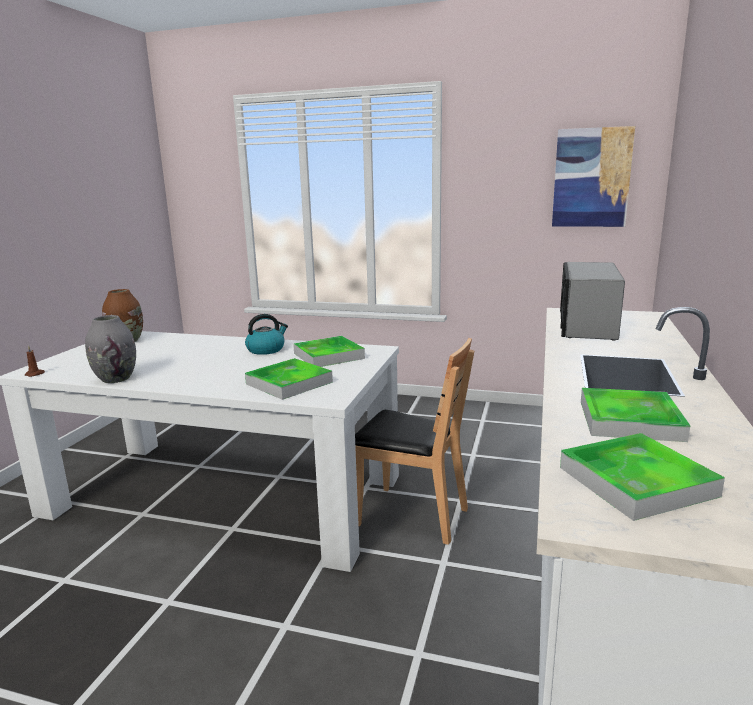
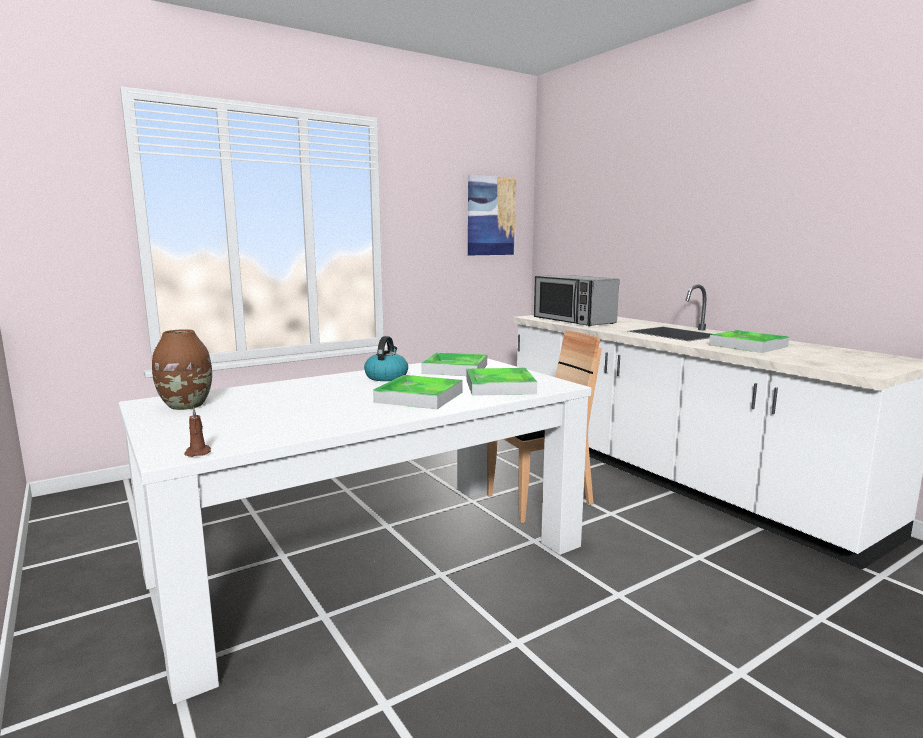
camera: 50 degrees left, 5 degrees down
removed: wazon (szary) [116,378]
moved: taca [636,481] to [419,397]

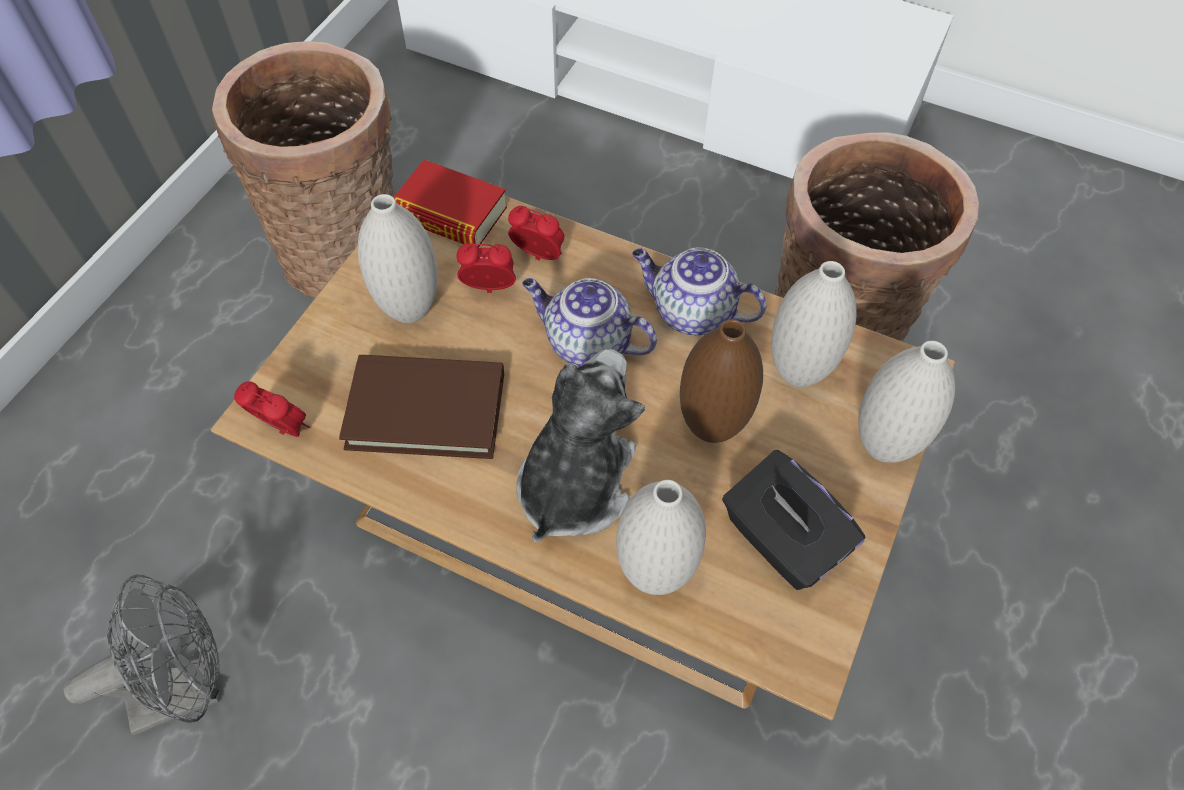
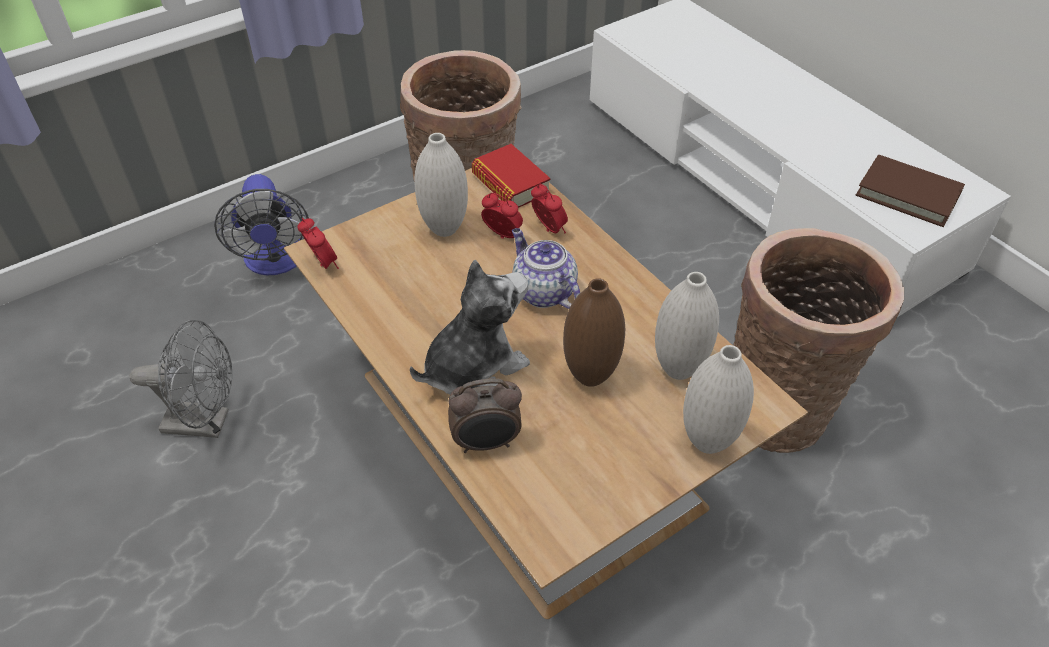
camera: 30 degrees right, 10 degrees down
removed: imbryk [691,312]; pudełko chusteczek (czarny) [782,540]
added: wentylator [276,262]
moved: książka (brązowy) [426,410] to [908,194]
replaced: wazon (biały) [655,573] to budzik [486,443]

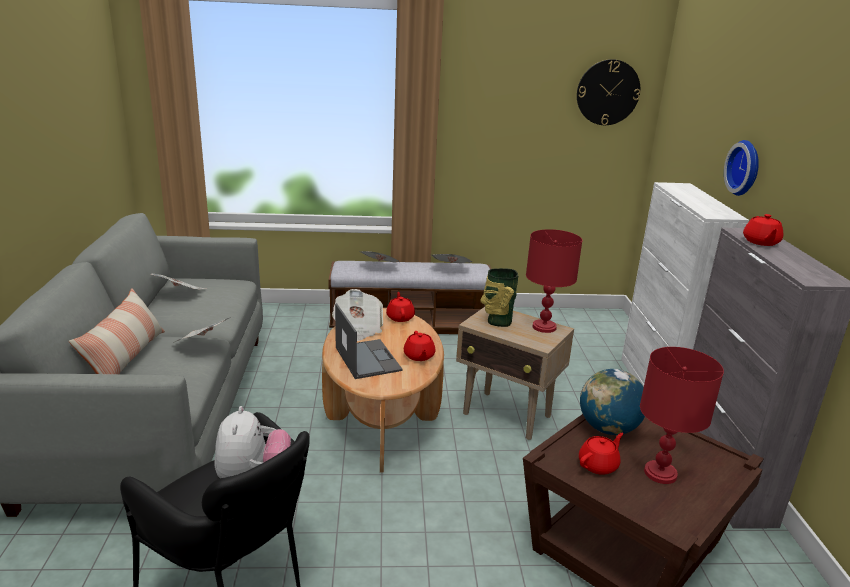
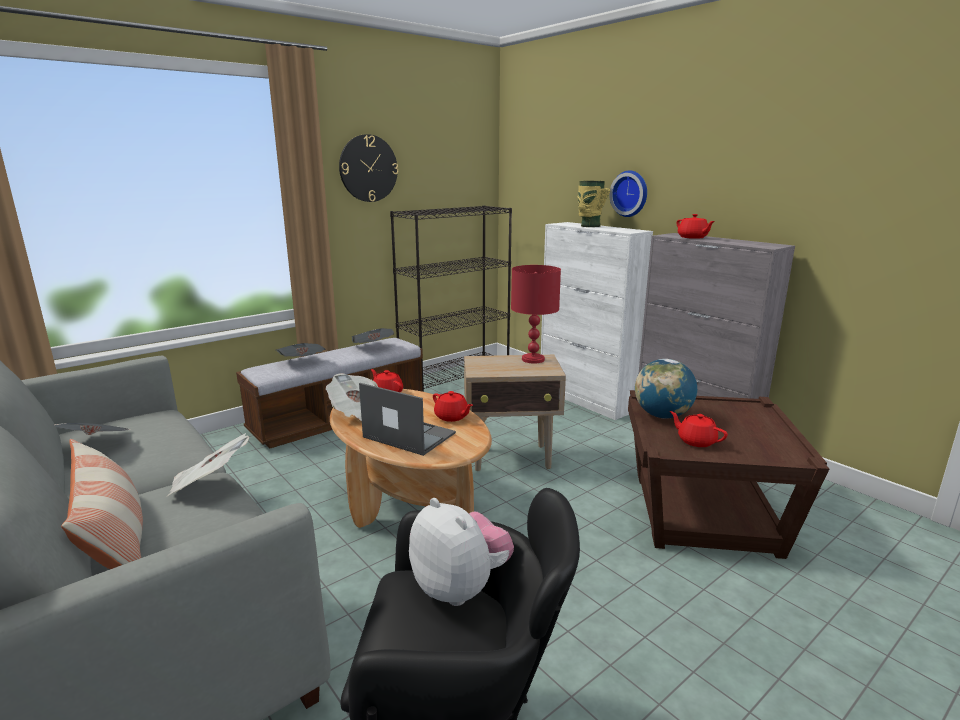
camera: 35 degrees left, 5 degrees down
removed: lampa stołowa (czerwony) [661,473]
added: regał (czarny) [455,376]
moved: wazon [498,321] to [589,226]; zegar ścienny [608,92] to [368,168]
turned: imbryk (czerwony) [598,465] = [696,441] 60 degrees counterclockwise

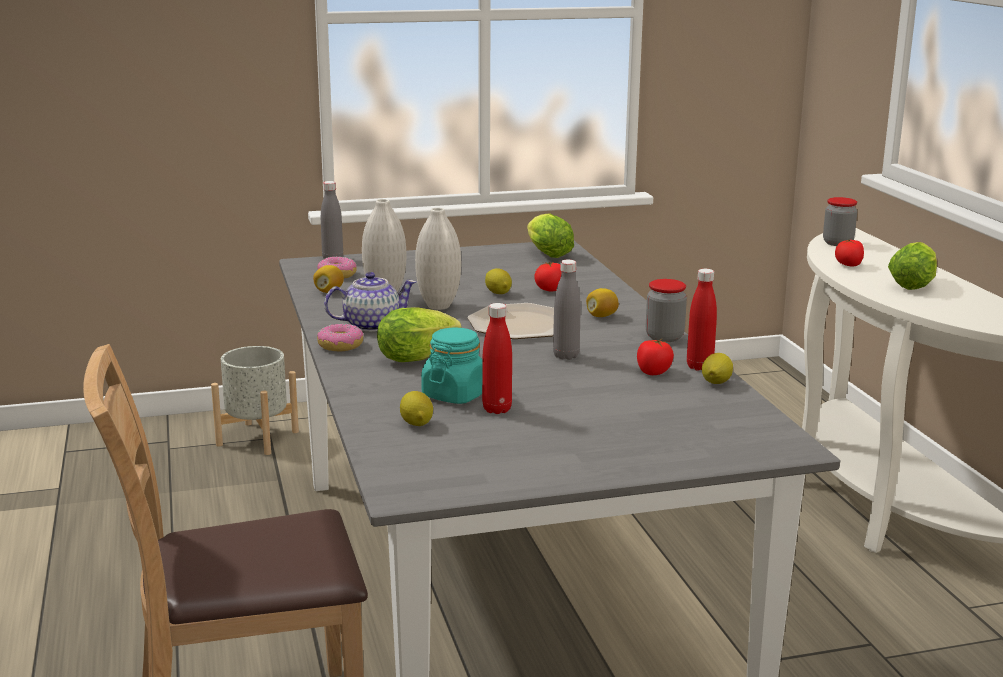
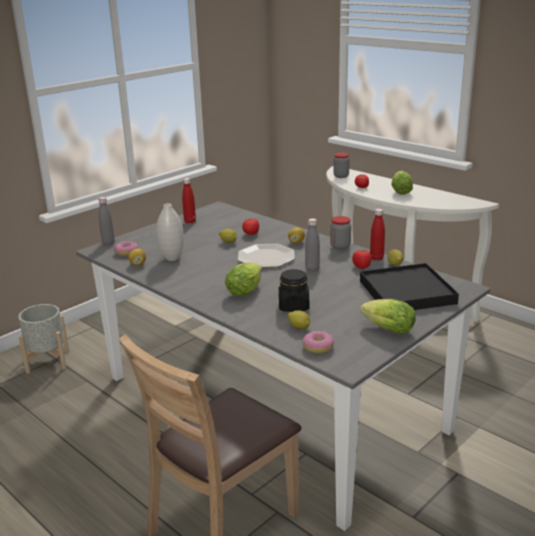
camera: 30 degrees left, 5 degrees up
removed: imbryk [371,325]; wazon (biały) [438,306]
added: taca (czarny) [407,292]
moved: donut [340,346] to [318,347]; butelka (czerwony) [497,409] to [190,221]; sałata [546,253] to [385,329]
recoloured: słoik (turkusowy) [455,394] to słoik (czarny) [293,306]

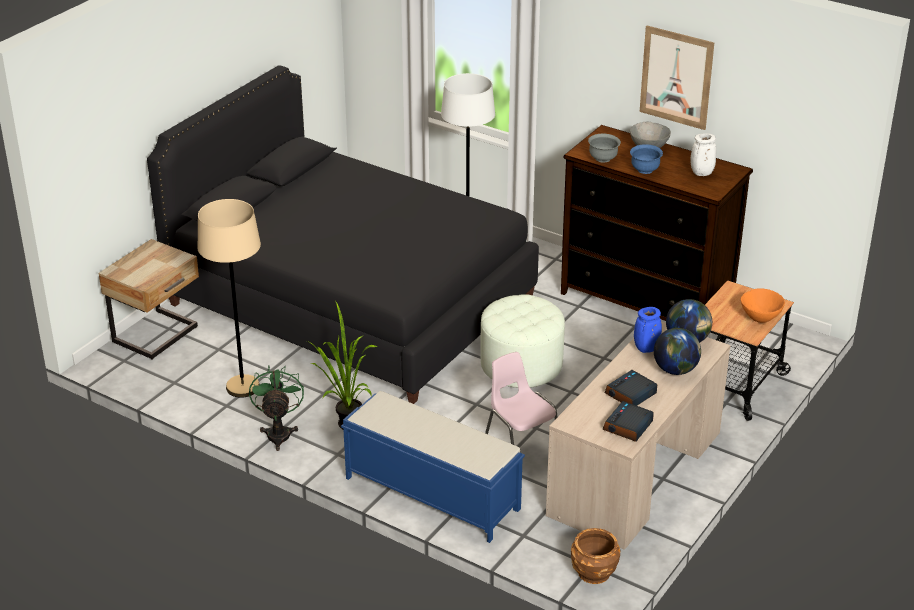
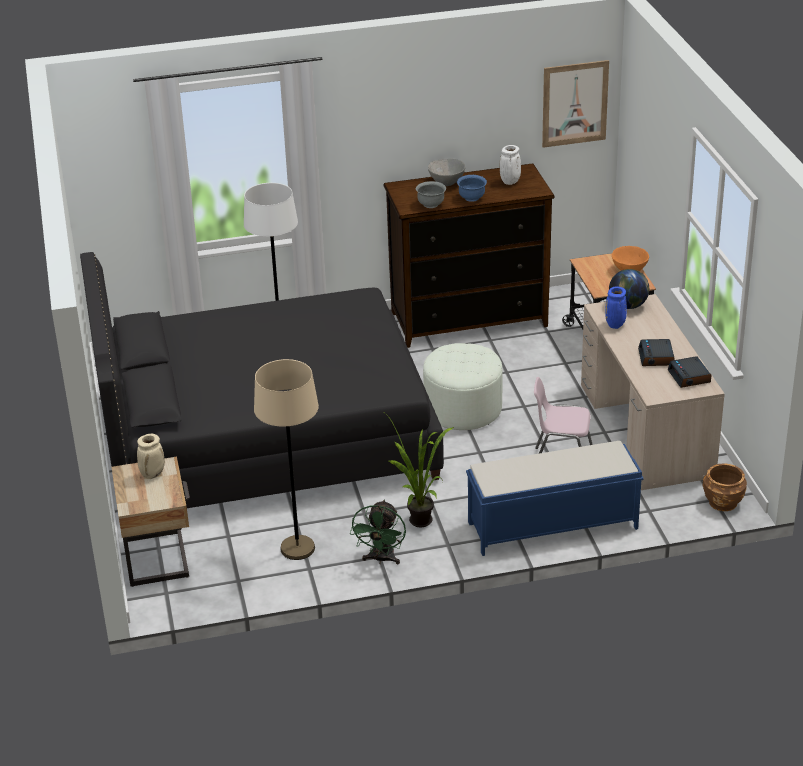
camera: 45 degrees left, 0 degrees up
removed: globus [675,370]
added: wazon (beżowy) [153,474]
moved: obraz [676,77] to [575,103]
turned: wentylator (zielony) [279,432] = [381,559] 120 degrees counterclockwise

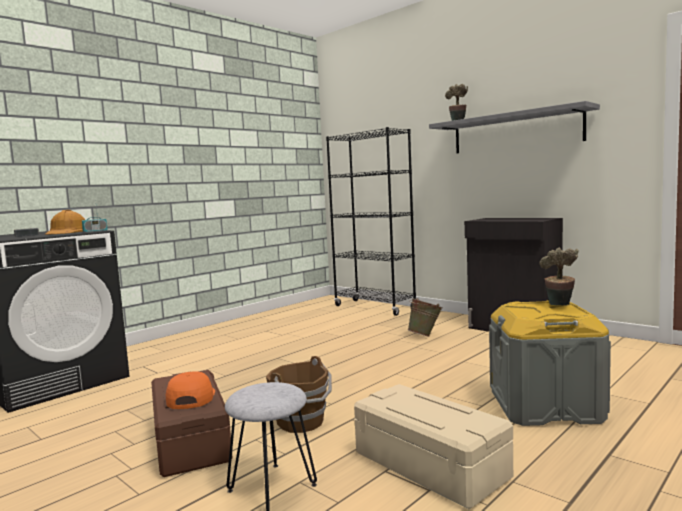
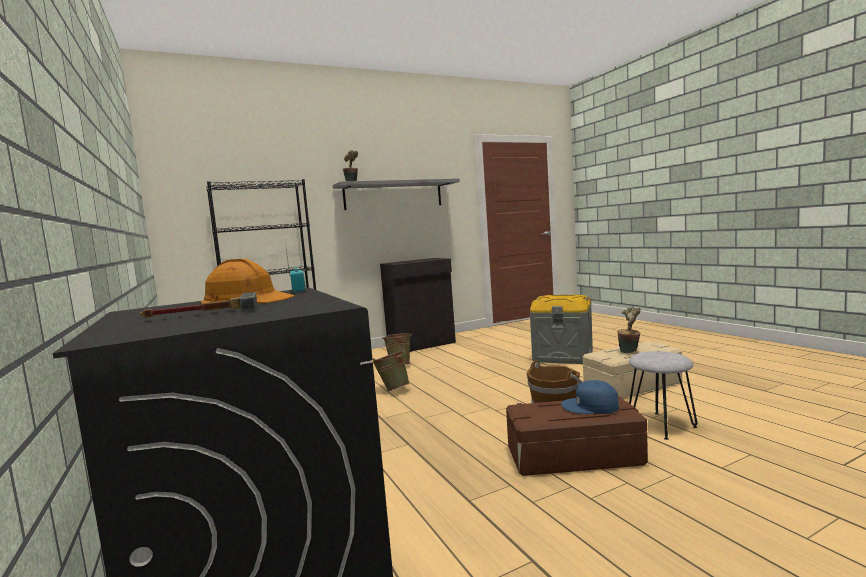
camera: 70 degrees left, 0 degrees up
added: wiadro (zielony) [393,390]
moved: roślina doniczkowa [559,305] to [630,351]
recoloured: czapka z daszkiem (pomarańczowy) [190,397] to czapka z daszkiem (niebieski) [590,406]

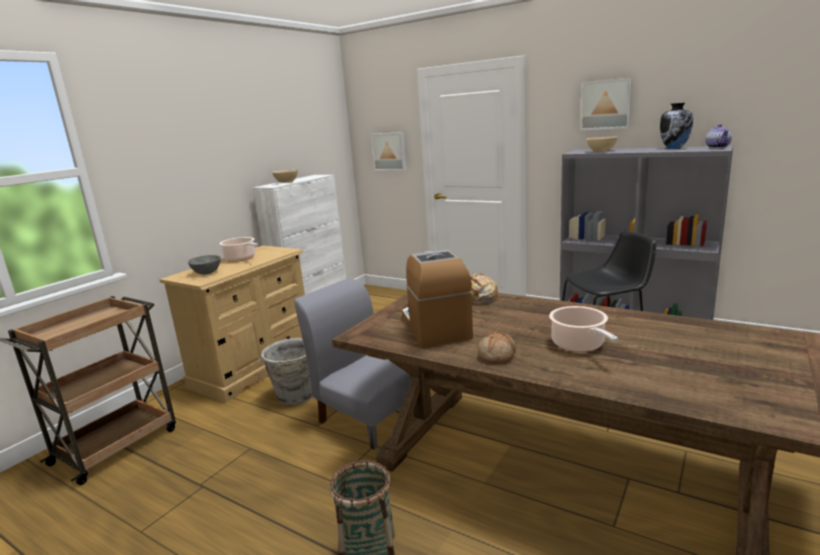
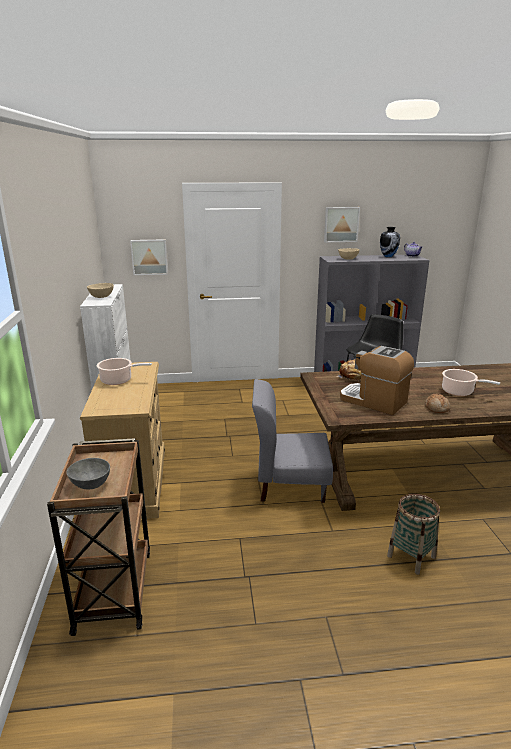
camera: 40 degrees left, 5 degrees up
removed: wiadro (szary) [296,396]
moved: miska (szary) [207,272] to [90,484]

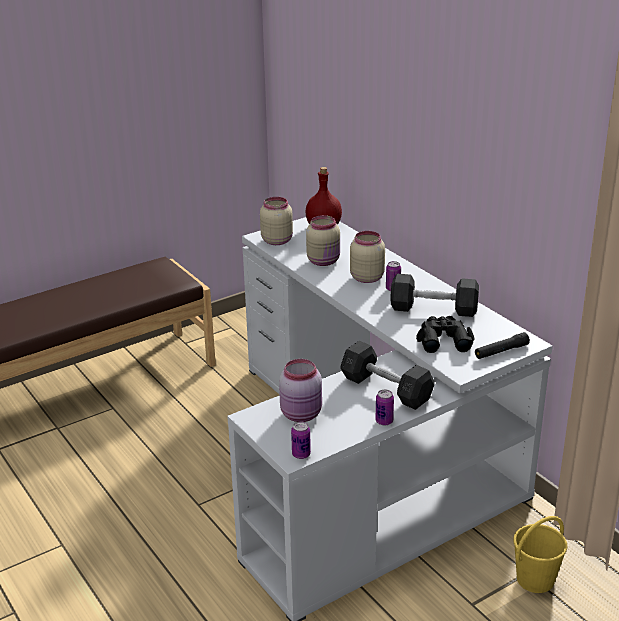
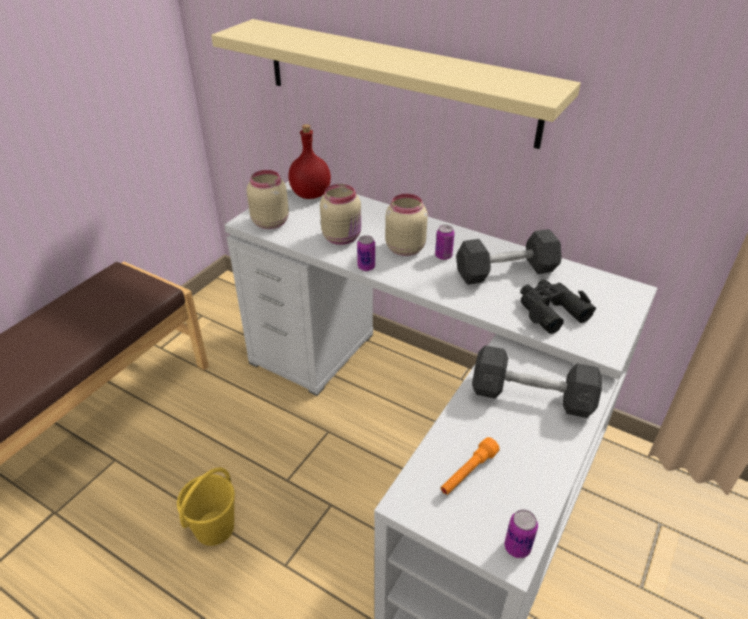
camera: 25 degrees left, 10 degrees up
removed: latarka (czarny) [501,351]
added: półka (beżowy) [396,81]
moved: puszka [384,421] to [366,267]; wiadro (żółty) [535,579] to [215,527]
replaced: słoik (różowy) [302,414] to latarka (pomarańczowy) [468,472]

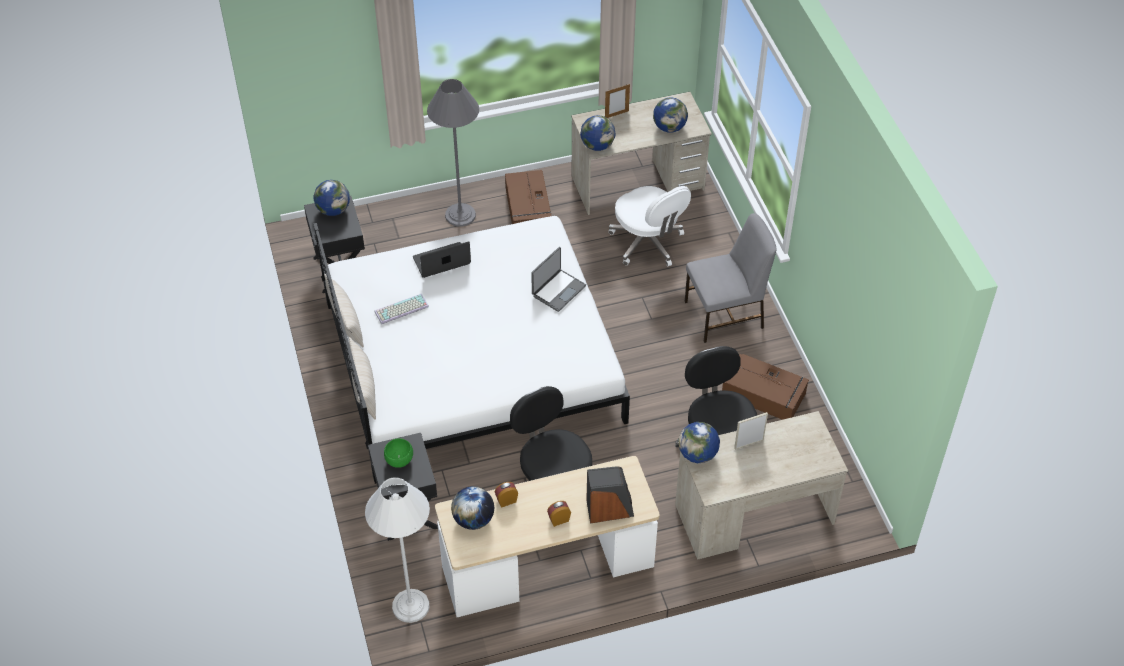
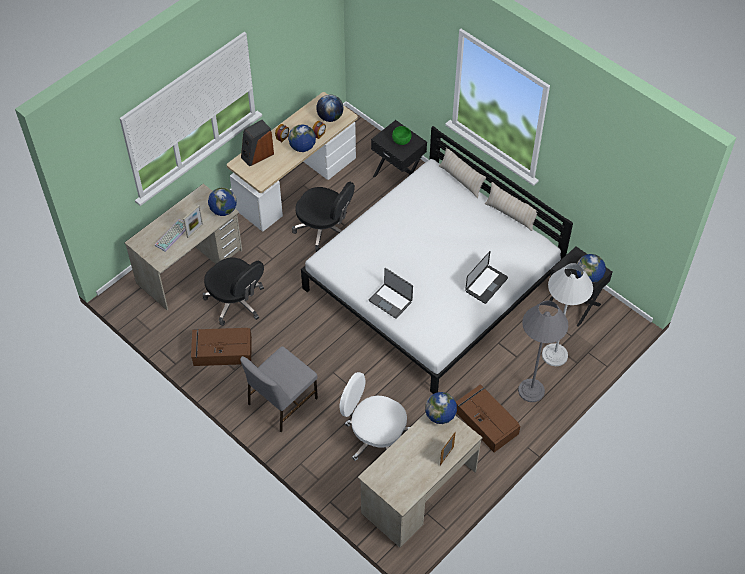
camera: 150 degrees right, 5 degrees up
moved: lampa stojąca (biały) [411,606] to [554,355]; klawiatura [401,310] to [172,235]; globus [669,128] to [302,147]
turned: laptop [558,290] = [391,300] 60 degrees counterclockwise

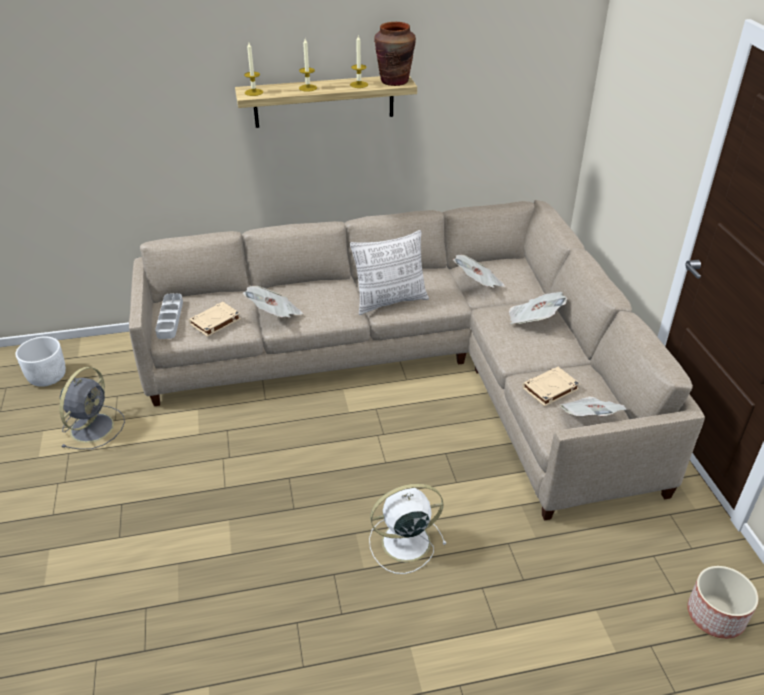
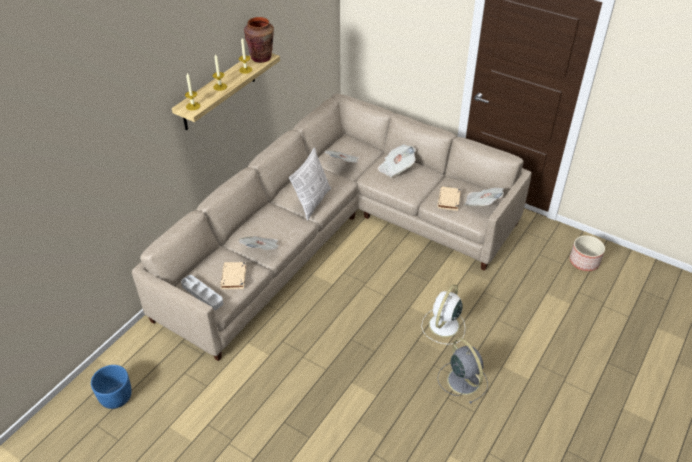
camera: 45 degrees left, 5 degrees up
moved: wentylator (szary) [93,426] to [462,379]
recoloured: donica (biały) [47,377] to donica (niebieski) [116,397]

